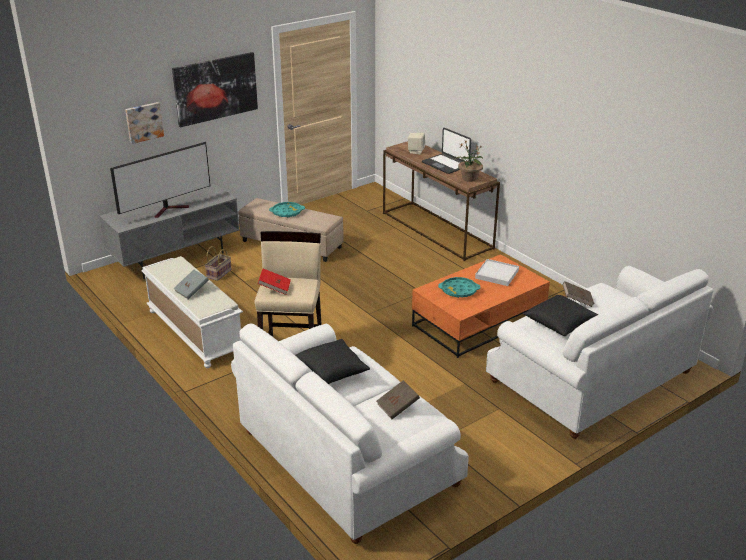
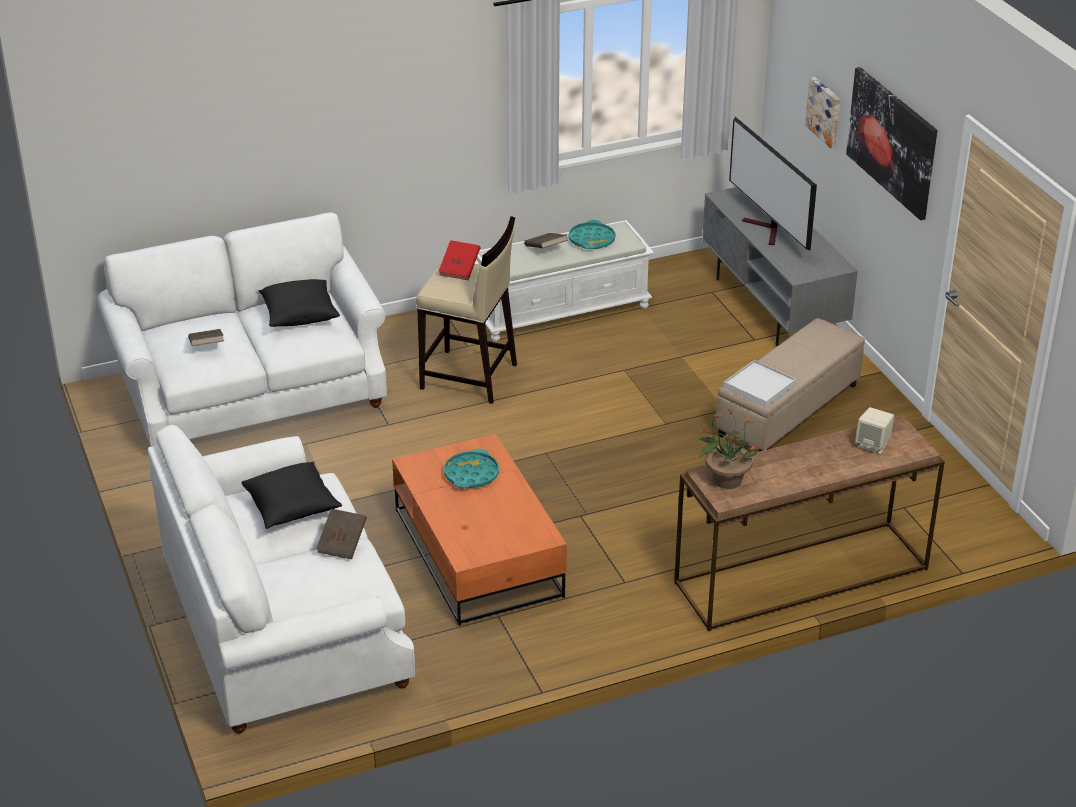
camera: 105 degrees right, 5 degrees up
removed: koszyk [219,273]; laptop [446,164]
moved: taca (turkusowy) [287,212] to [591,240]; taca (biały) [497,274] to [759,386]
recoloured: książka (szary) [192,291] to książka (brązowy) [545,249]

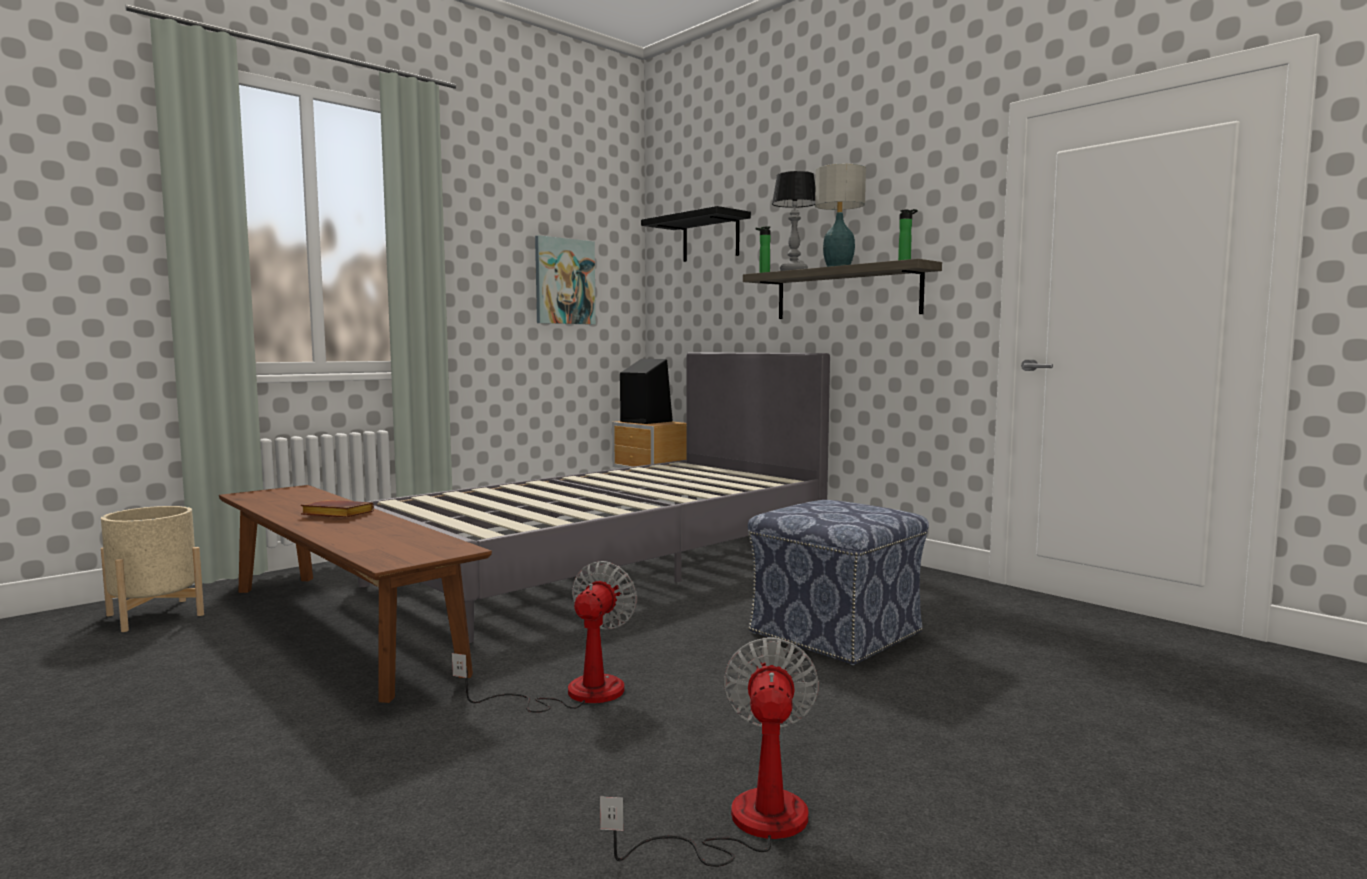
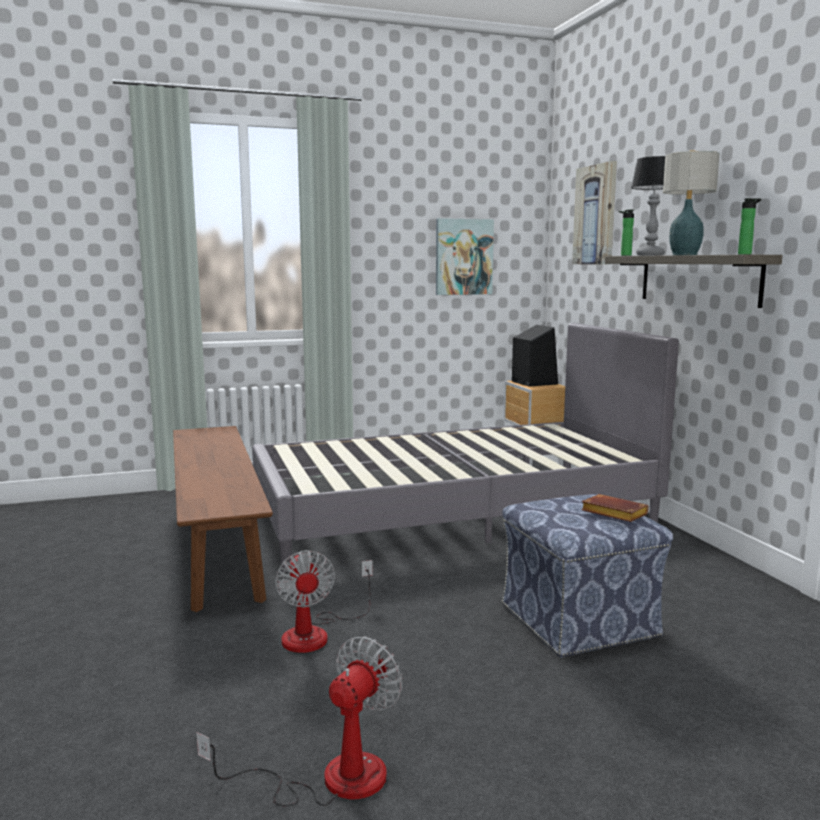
camera: 25 degrees right, 5 degrees up
removed: donica (beżowy) [155,615]
moved: książka (brązowy) [335,515] to [612,514]
replaced: półka (czarny) [711,238] to obraz [595,215]
turned: wentylator [574,694] = [317,633] 120 degrees clockwise

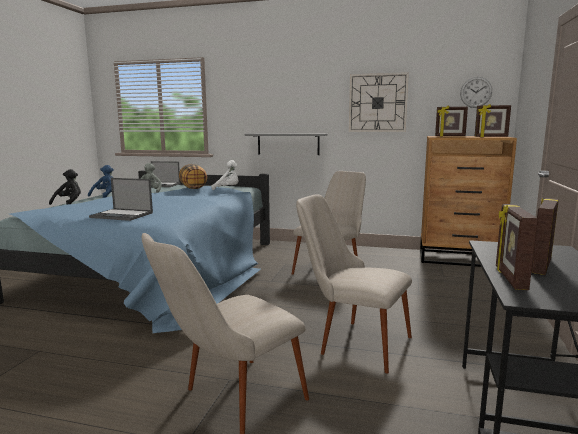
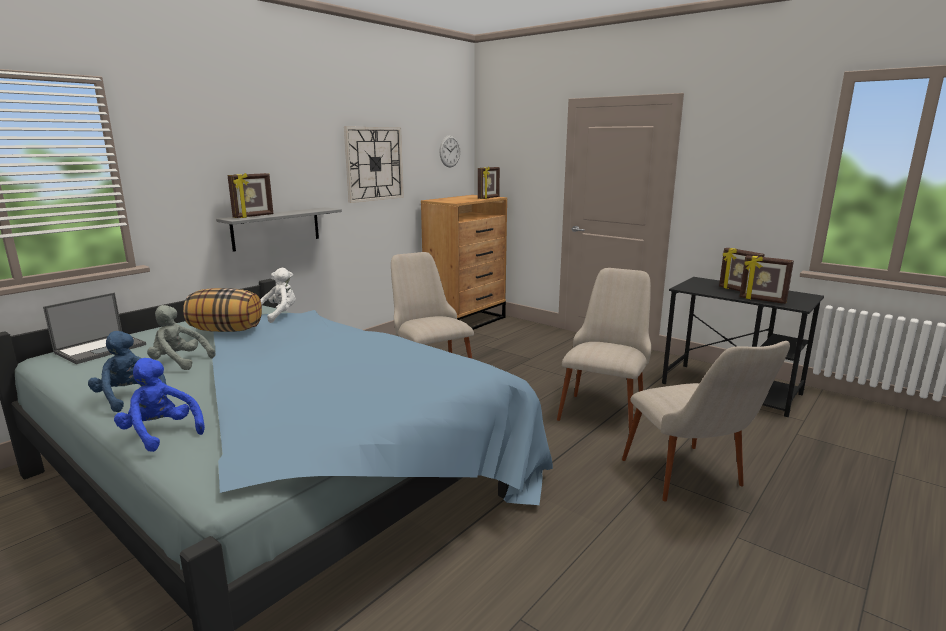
camera: 65 degrees left, 5 degrees up
removed: laptop [122,215]
moved: ramka na zdjęcie [450,136] to [254,216]
recoloured: pluszak (czarny) [69,203] to pluszak (niebieski) [161,433]
turned: krzesło (beżowy) [351,341] = [605,407] 150 degrees clockwise

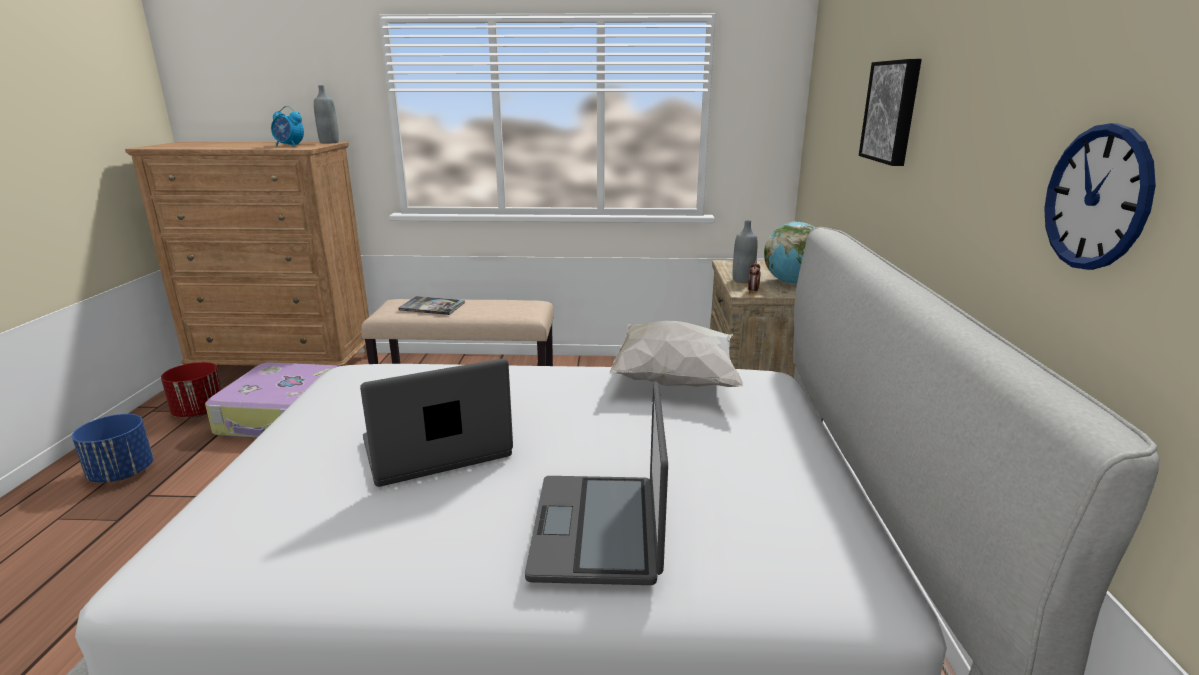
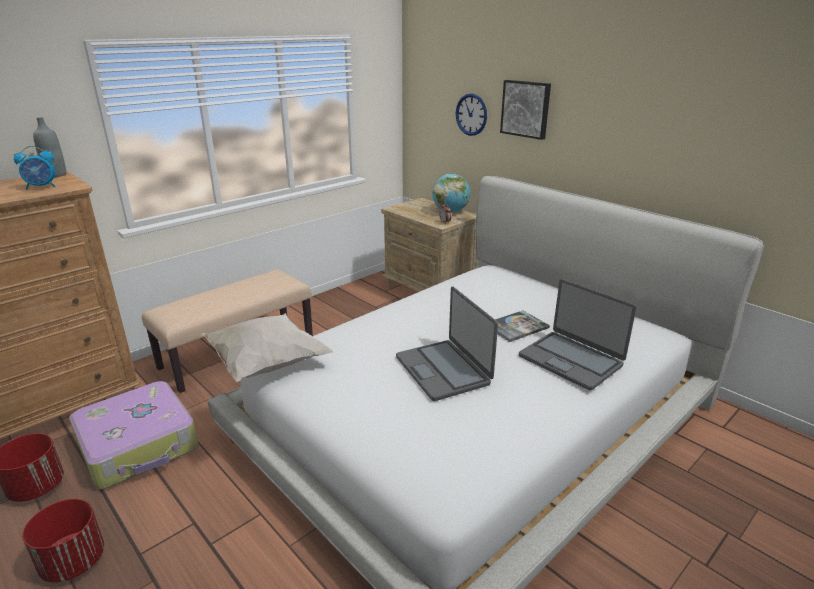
camera: 45 degrees left, 5 degrees up
removed: butelka (szary) [743,280]
moved: książka [432,306] to [516,327]; poduszka (biały) [674,381] to [266,364]; zegar ścienny [1096,198] to [471,114]
recoloured: donica (niebieski) [123,474] to donica (czerwony) [74,561]
turned: laptop [437,450] = [443,370] 45 degrees counterclockwise

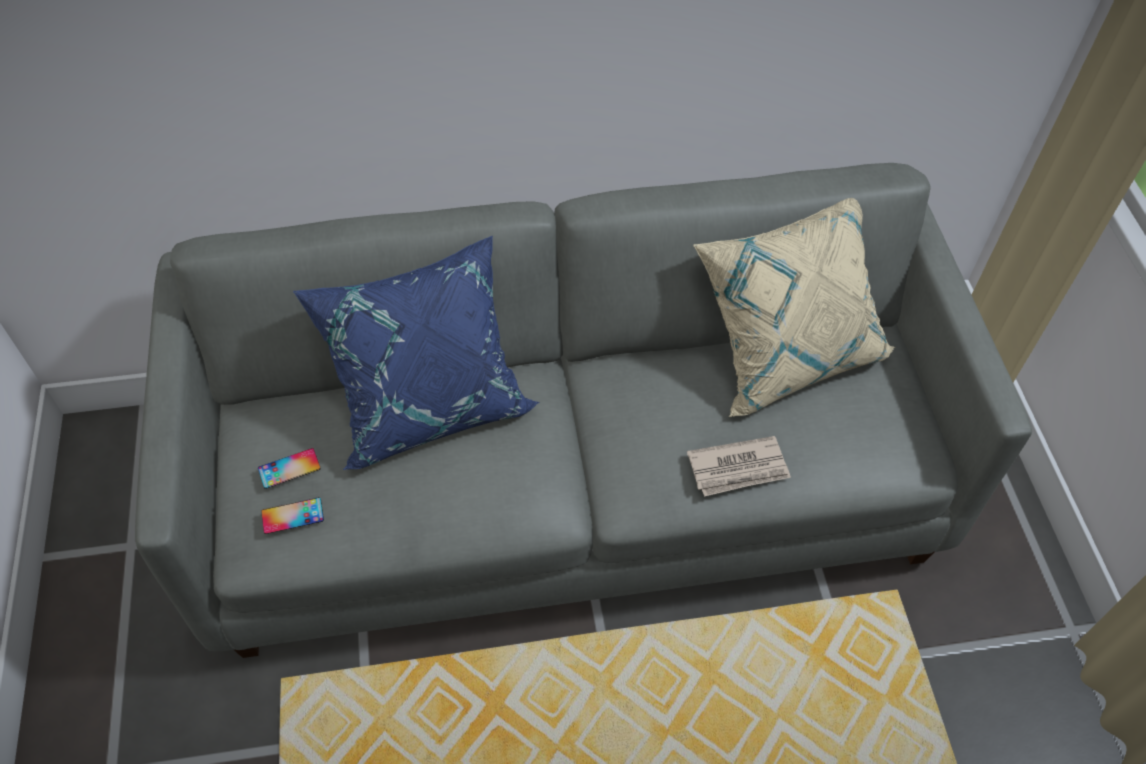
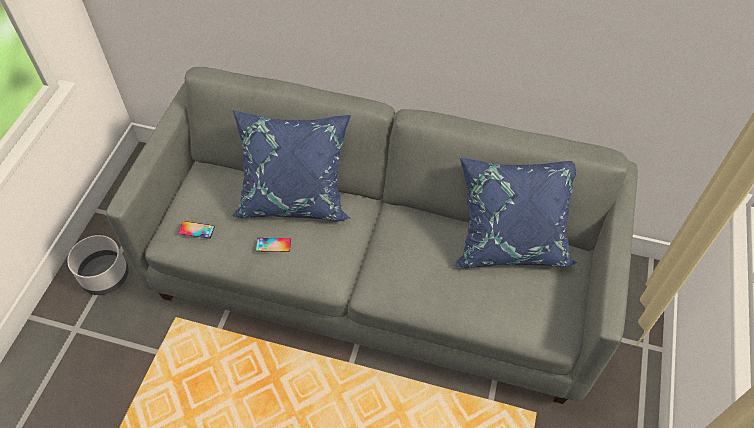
camera: 25 degrees right, 0 degrees up
removed: gazeta [739,469]
added: donica (szary) [106,276]
moved: telefon [289,468] to [273,245]
recoloured: poduszka (beżowy) [786,351] to poduszka (niebieski) [510,241]

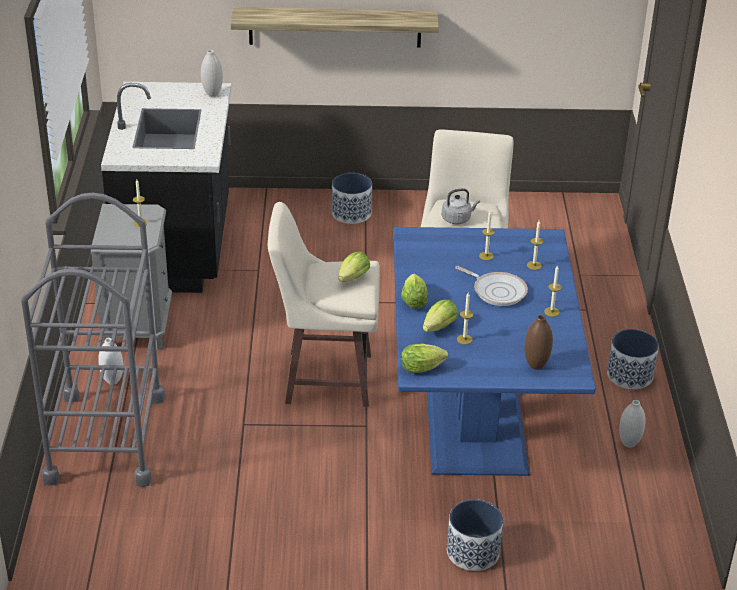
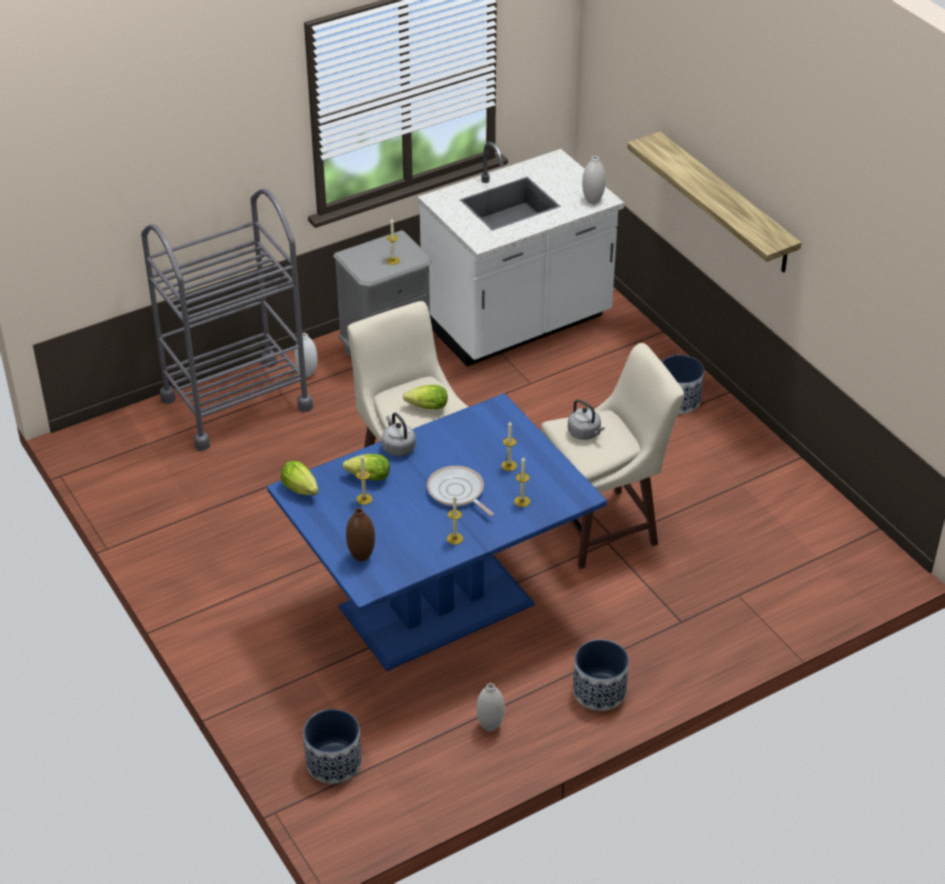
camera: 60 degrees right, 5 degrees up
moved: donica [473,552] to [333,763]
replaced: sałata [413,300] to czajnik (szary) [398,447]
recoloured: zabudowa kuchenna (czarny) [177,246] to zabudowa kuchenna (biały) [518,323]
turned: patelnia [497,291] = [457,492] 135 degrees clockwise

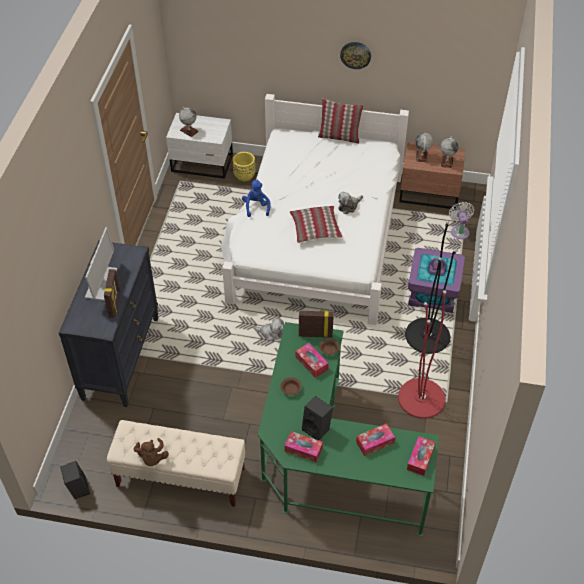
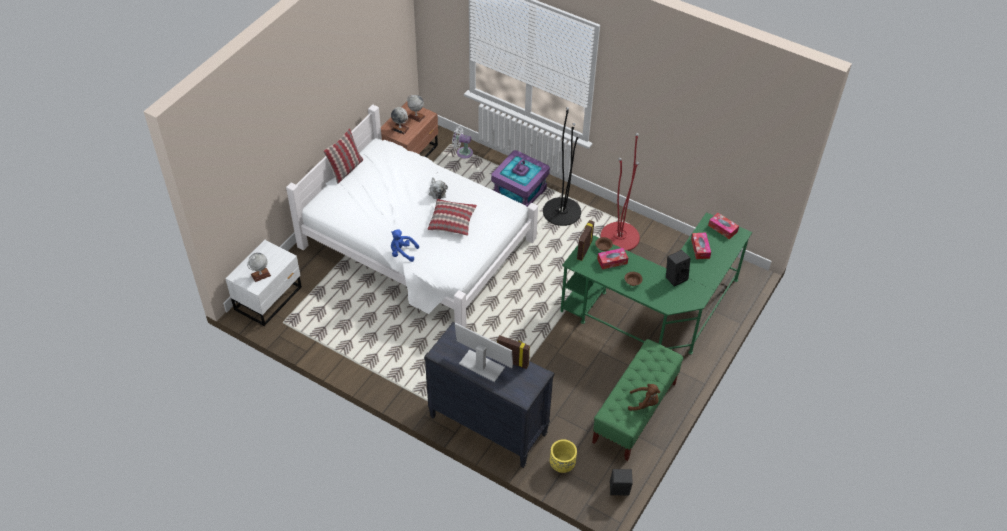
camera: 70 degrees left, 0 degrees up
removed: pluszak [271,333]; pudełko chusteczek [303,449]; zegar ścienny [355,55]
moved: donica (żółty) [244,176] to [562,464]
recoloured: ławka (beżowy) [180,477] to ławka (zielony) [634,413]

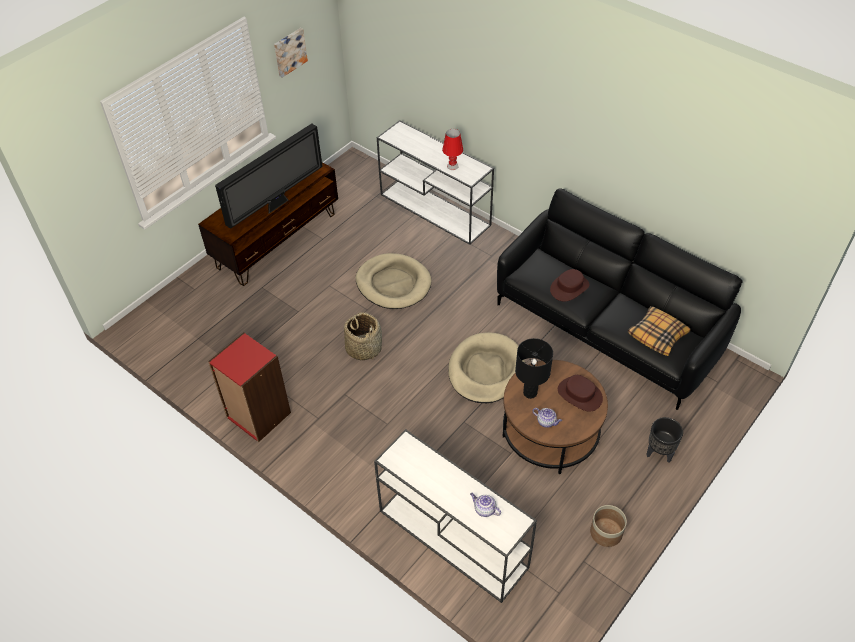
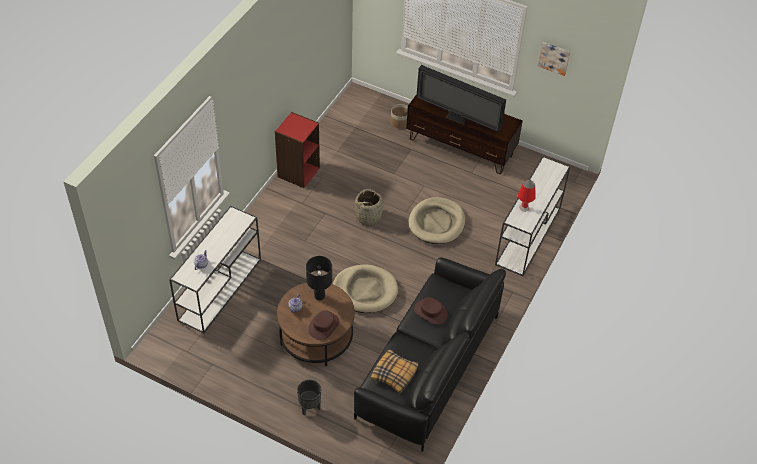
camera: 75 degrees right, 0 degrees up
moved: donica [606,532] to [400,122]

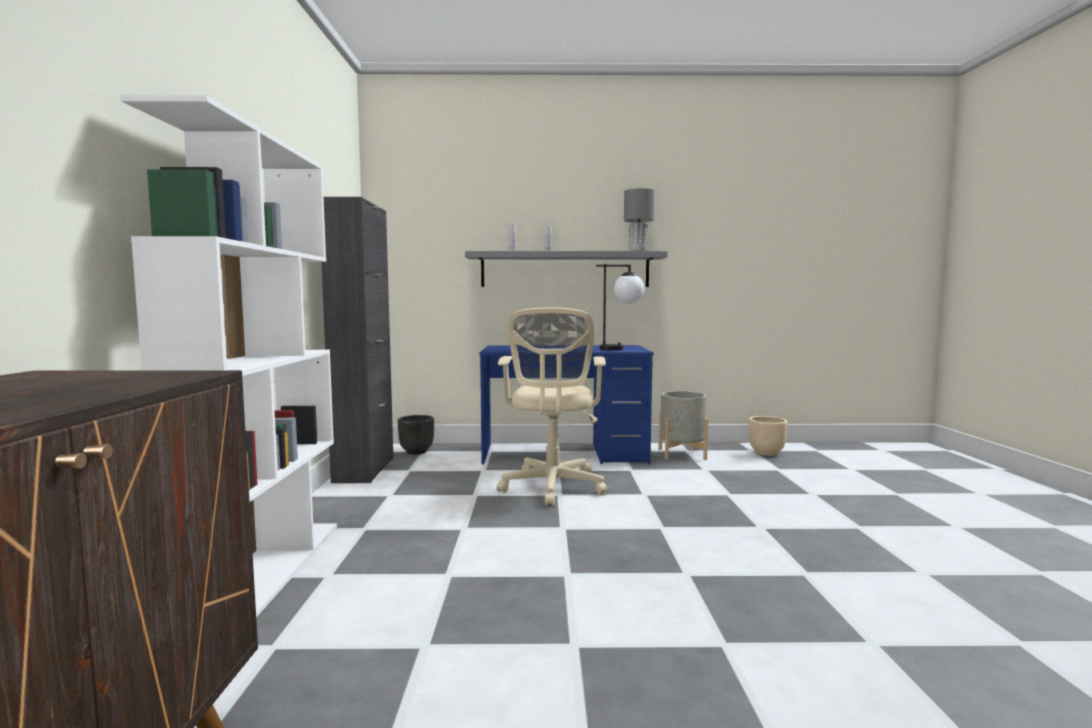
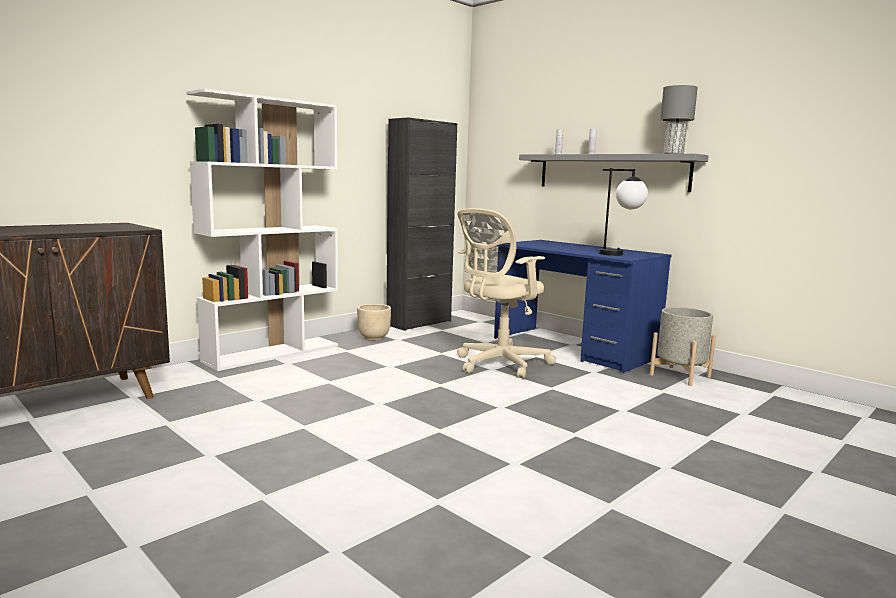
camera: 45 degrees right, 5 degrees up
removed: donica (czarny) [416,451]
moved: donica (beżowy) [765,453] to [373,338]

